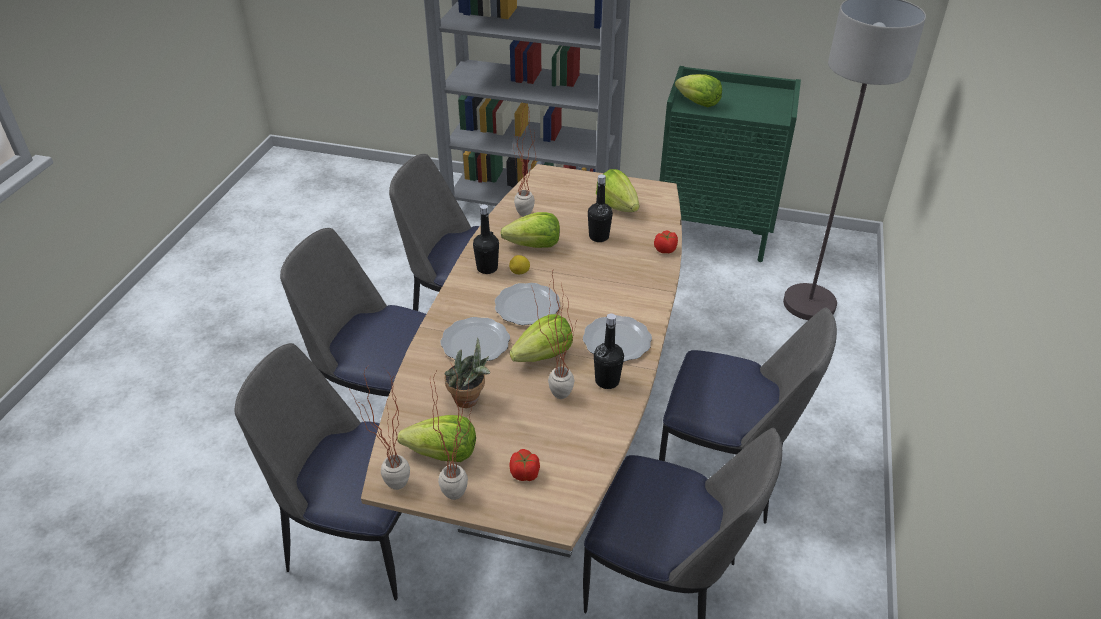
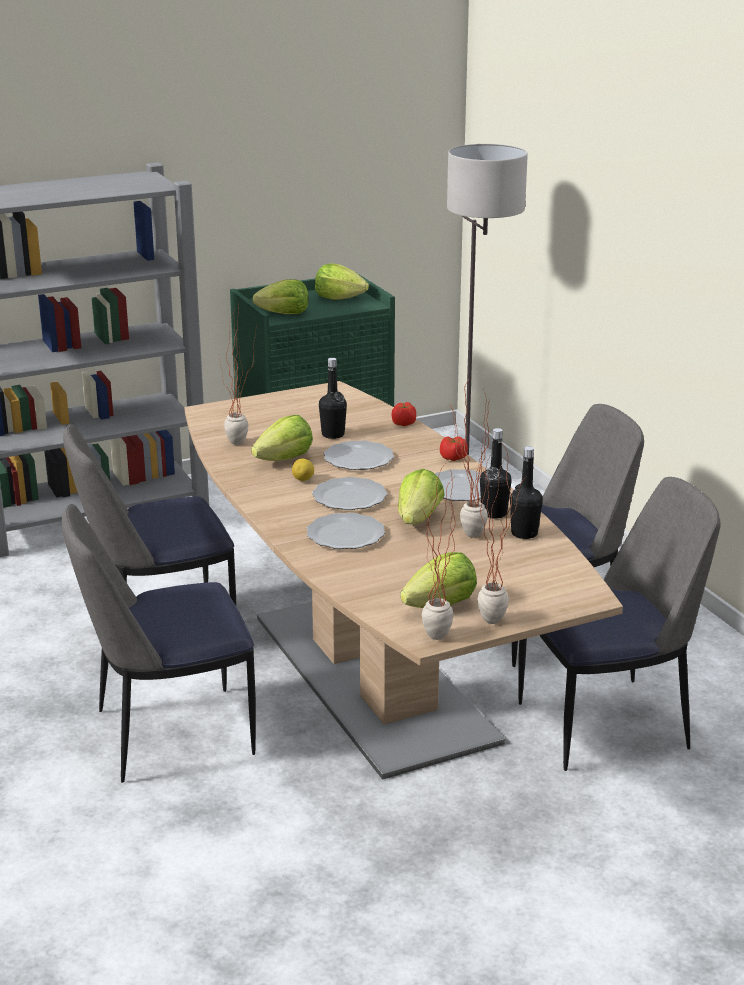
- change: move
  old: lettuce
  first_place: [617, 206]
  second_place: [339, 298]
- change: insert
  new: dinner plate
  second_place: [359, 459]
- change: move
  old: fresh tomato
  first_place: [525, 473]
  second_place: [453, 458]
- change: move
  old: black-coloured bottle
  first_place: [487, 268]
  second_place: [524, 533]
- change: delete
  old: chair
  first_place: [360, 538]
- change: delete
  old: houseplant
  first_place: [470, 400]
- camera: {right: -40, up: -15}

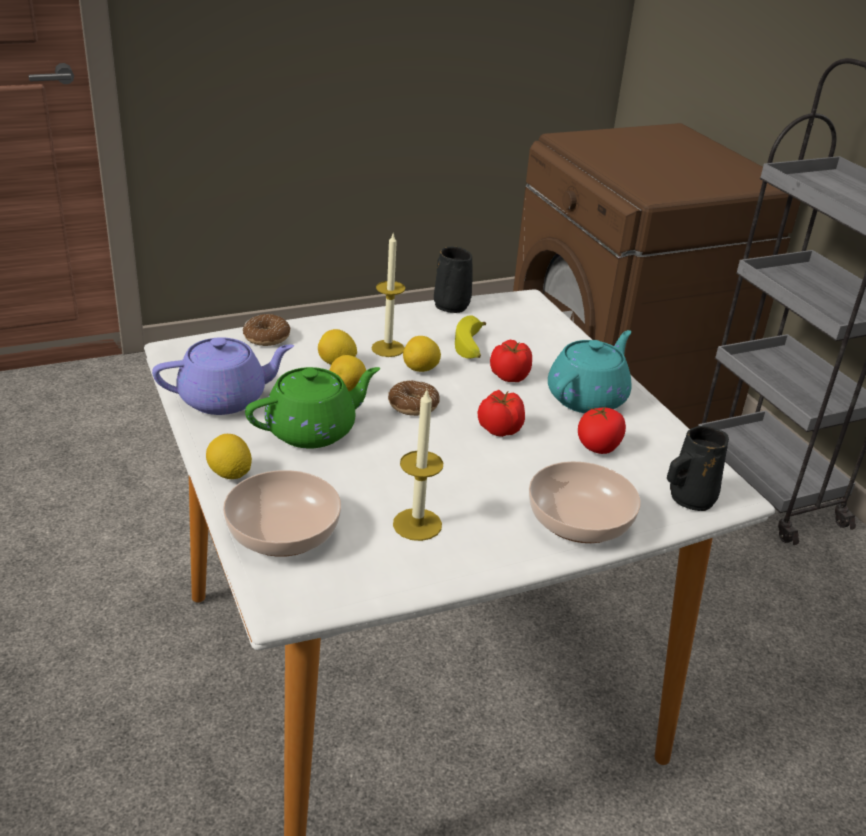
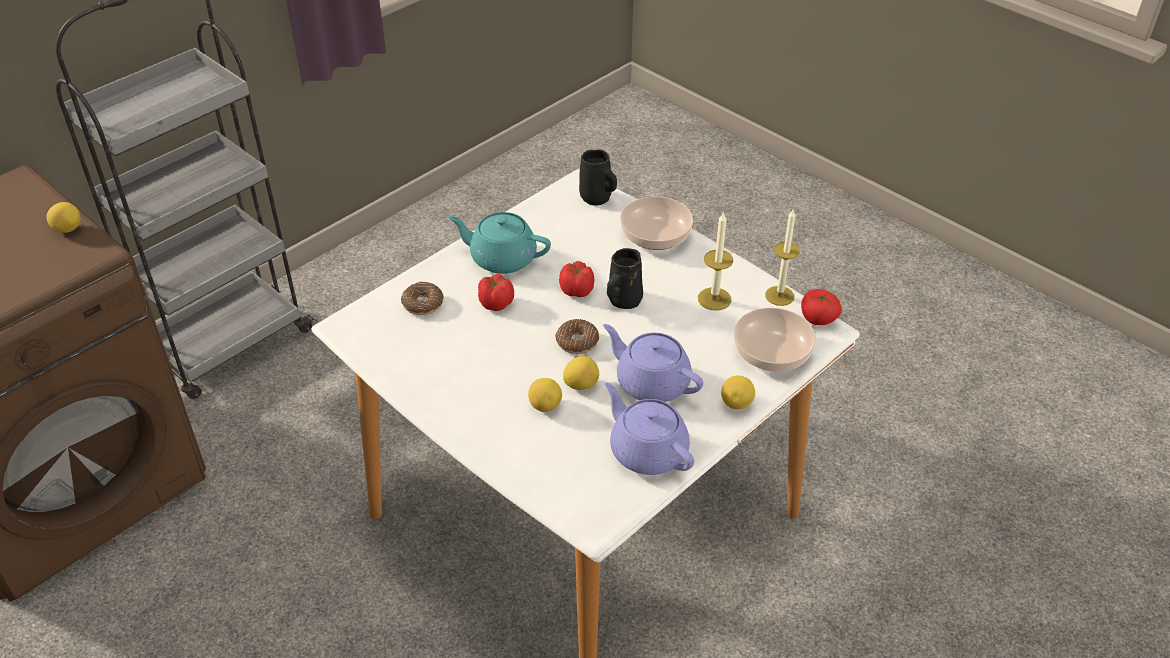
- change: move
  old: lemon
  first_place: [421, 369]
  second_place: [68, 229]
- change: move
  old: donut
  first_place: [266, 337]
  second_place: [422, 304]
- change: recolor
  old: green-coloured tea pot
  new: purple-coloured tea pot
  first_place: [313, 430]
  second_place: [651, 382]
- change: move
  old: black-coloured coffee mug
  first_place: [450, 304]
  second_place: [623, 300]
- change: move
  old: wax light
  first_place: [388, 348]
  second_place: [779, 296]
- change: move
  old: fresh tomato
  first_place: [598, 447]
  second_place: [817, 319]
- change: delete
  old: banana fruit
  first_place: [472, 347]
- camera: {right: -110, up: 10}

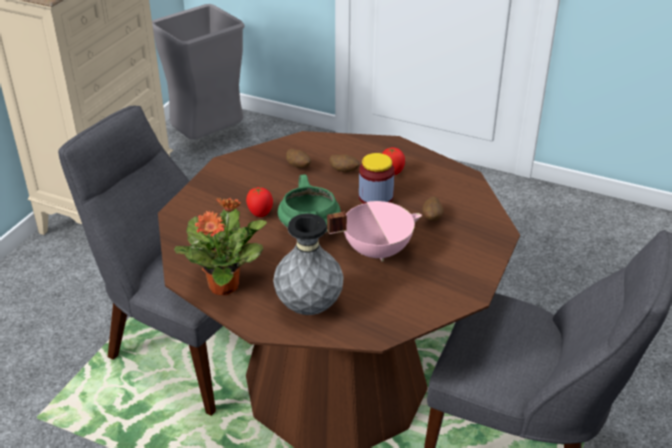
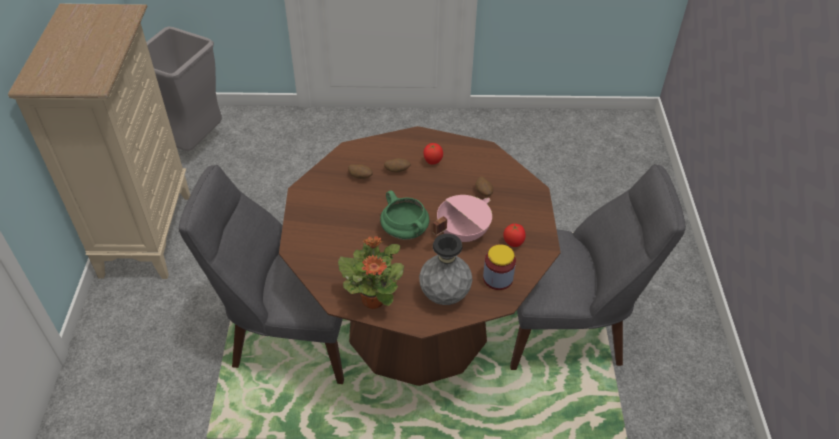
- change: move
  old: preserve jar
  first_place: [375, 197]
  second_place: [498, 278]
- change: move
  old: fresh tomato
  first_place: [260, 214]
  second_place: [513, 243]
- camera: {right: -25, up: 10}

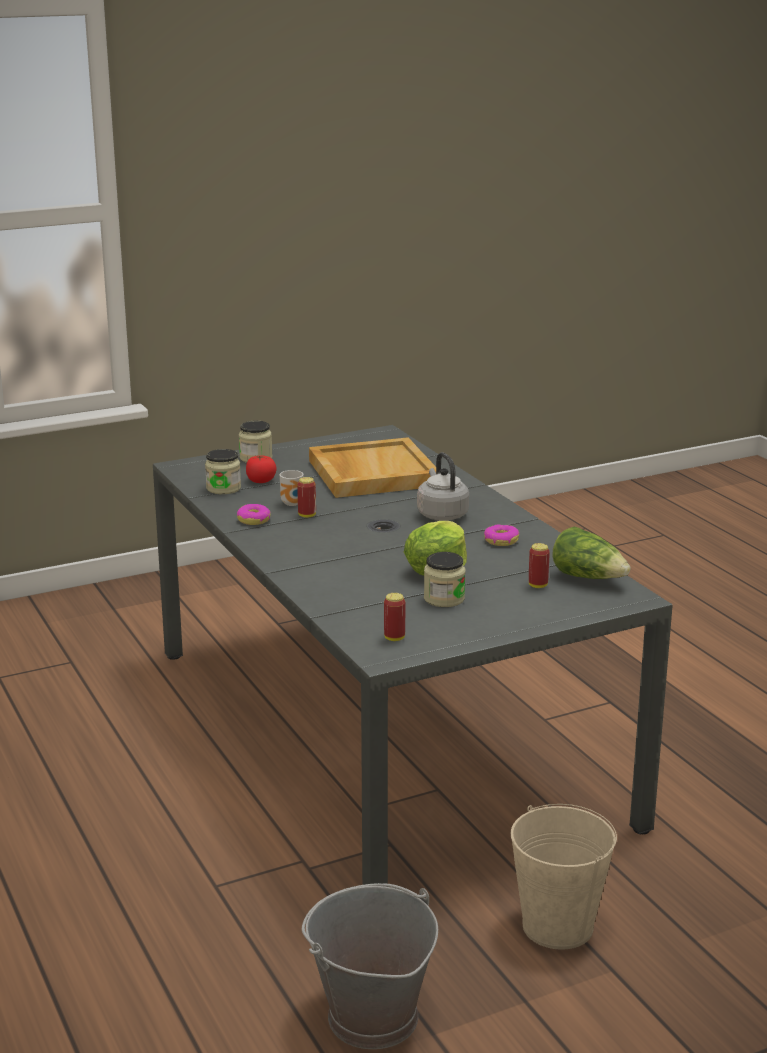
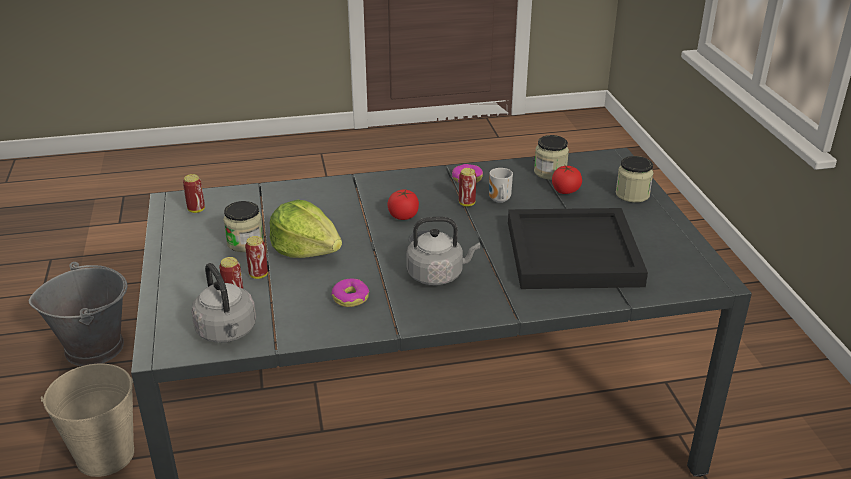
- change: replace
  old: lettuce
  new: grey tea kettle
  first_place: [589, 578]
  second_place: [227, 332]
- change: insert
  new: metal can
  second_place: [258, 275]
- change: insert
  new: fresh tomato
  second_place: [403, 216]
- change: recolor
  old: sand-coloured serving tray
  new: black-coloured serving tray
  first_place: [372, 473]
  second_place: [574, 252]
- camera: {right: 105, up: 10}

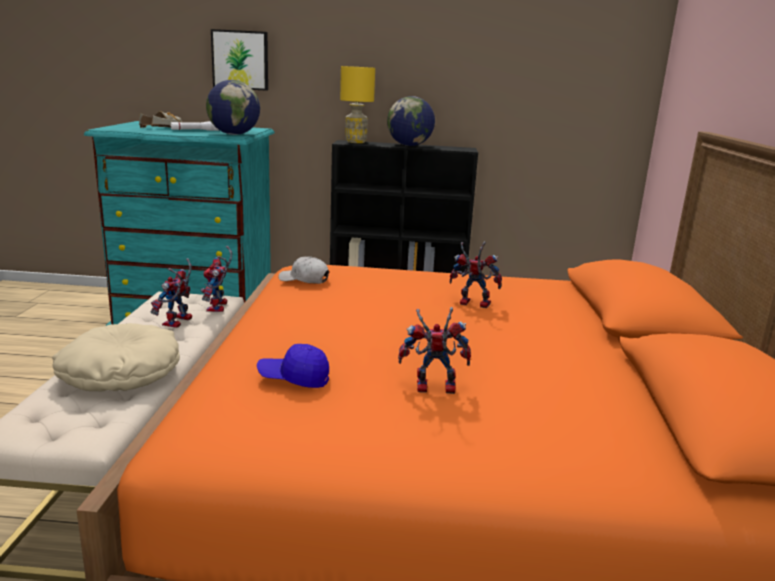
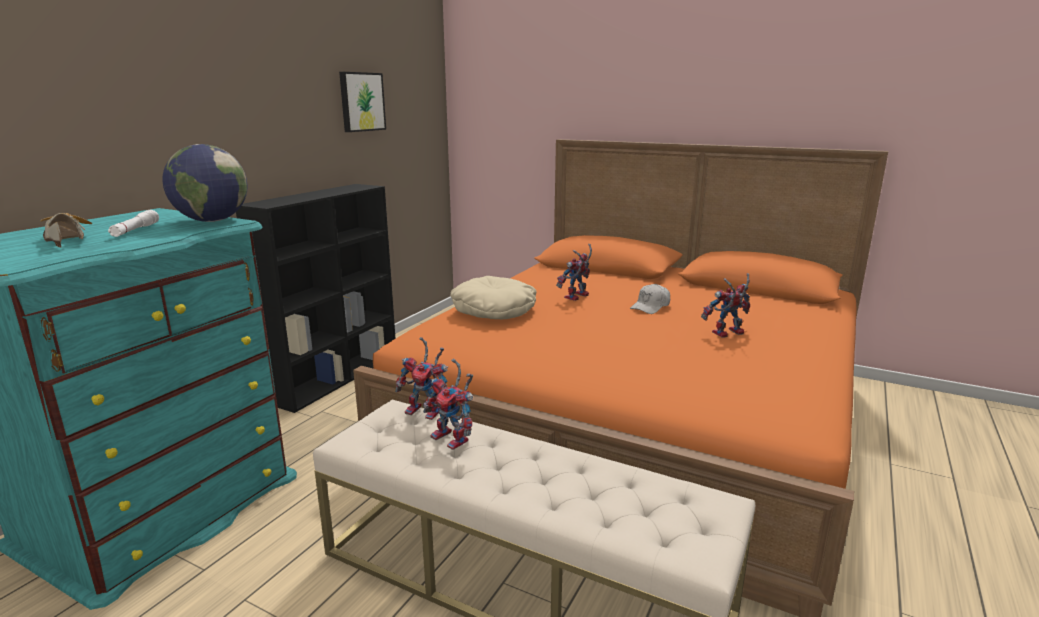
- change: move
  old: picture
  first_place: [240, 60]
  second_place: [361, 102]
- change: move
  old: sand-coloured pillow
  first_place: [123, 374]
  second_place: [495, 310]
- change: move
  old: white baseball cap
  first_place: [304, 279]
  second_place: [650, 307]
- change: rotate
  old: robot figure
  first_place: [432, 389]
  second_place: [727, 334]
  degrees: 45
- change: delete
  old: bluish baseball cap
  first_place: [294, 379]
- change: delete
  old: yellow lamp for a table
  first_place: [355, 142]
- change: delete
  old: desk globe
  first_place: [409, 145]
- camera: {right: -65, up: 0}

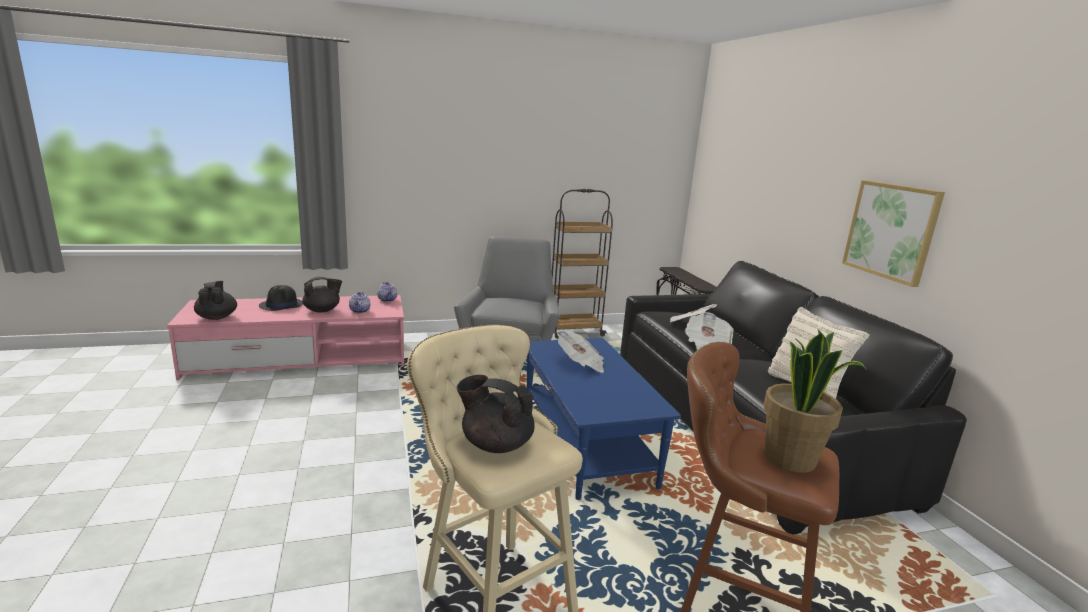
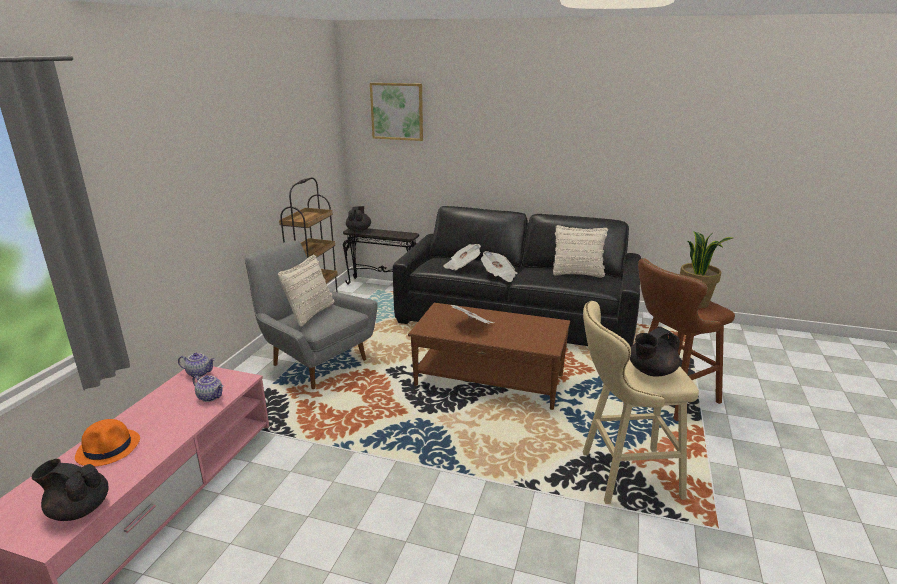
- change: recolor
  old: black-coloured clothing hat
  new: orange clothing hat
  first_place: [281, 305]
  second_place: [109, 448]
- change: insert
  new: sand-coloured pillow
  second_place: [310, 314]
- change: move
  old: black-coloured tea pot
  first_place: [322, 310]
  second_place: [359, 230]
- change: move
  old: picture
  first_place: [891, 231]
  second_place: [397, 111]
- change: recolor
  old: bluish lounge table
  new: brown lounge table
  first_place: [586, 443]
  second_place: [490, 381]
- camera: {right: -55, up: 5}

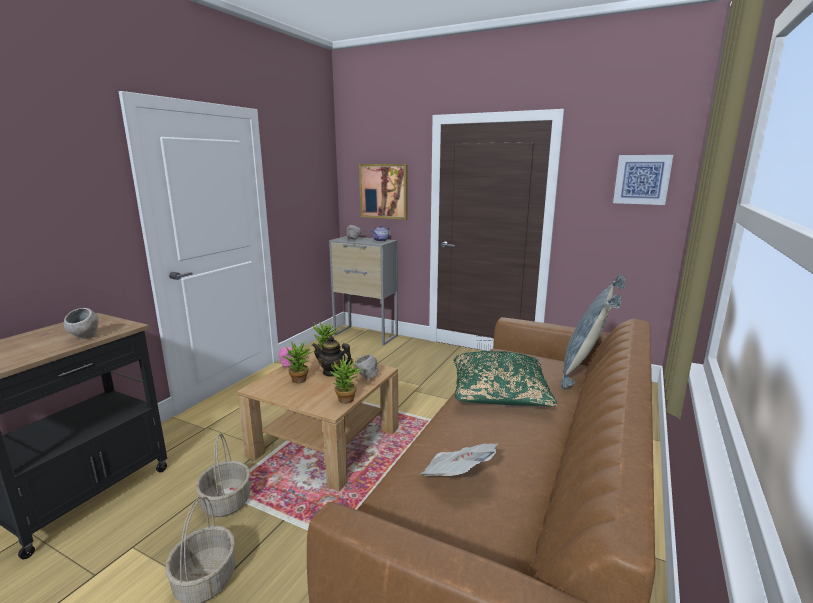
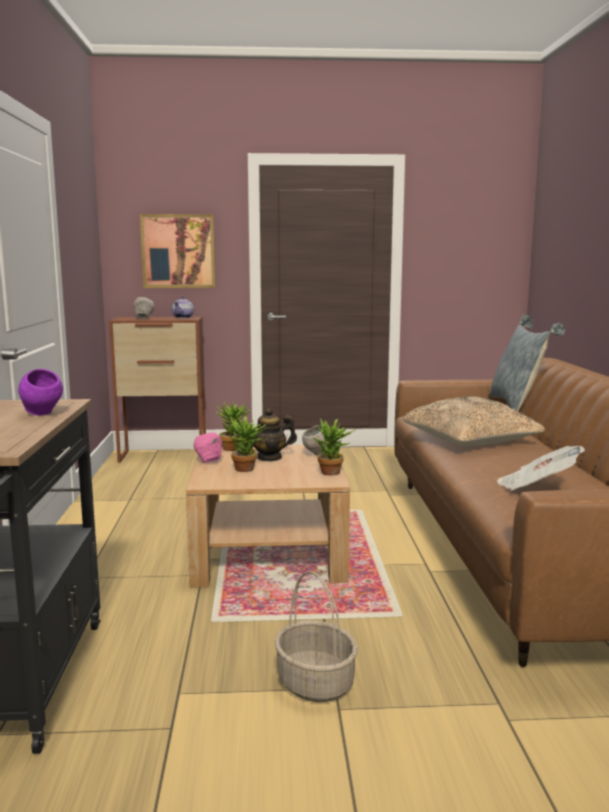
- change: recolor
  old: grey bowl
  new: purple-coloured bowl
  first_place: [85, 338]
  second_place: [42, 415]
- change: recolor
  old: grey cabinet
  new: brown cabinet
  first_place: [366, 336]
  second_place: [164, 456]
- change: recolor
  old: green-coloured pillow
  new: sand-coloured pillow
  first_place: [499, 392]
  second_place: [470, 439]
- change: delete
  old: storage basket
  first_place: [227, 502]
- change: delete
  old: picture
  first_place: [642, 179]
- camera: {right: -30, up: -5}

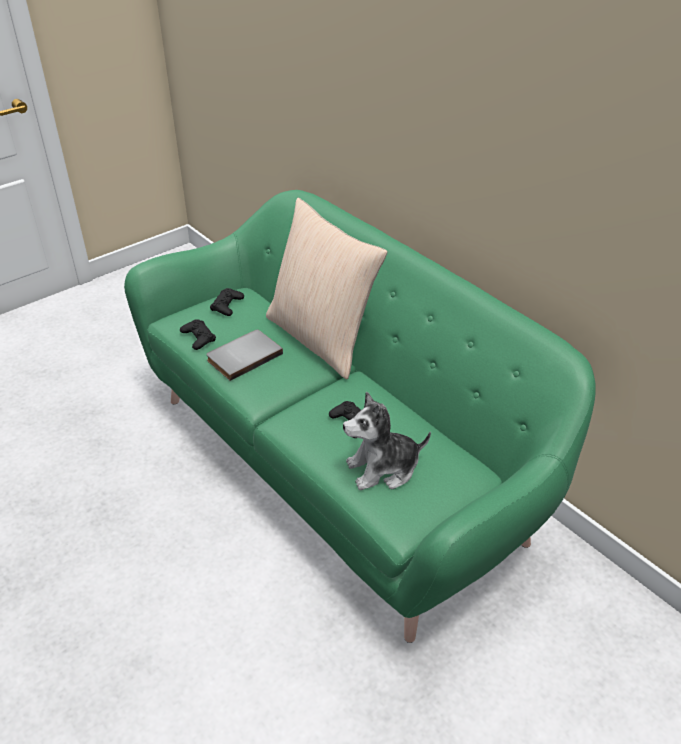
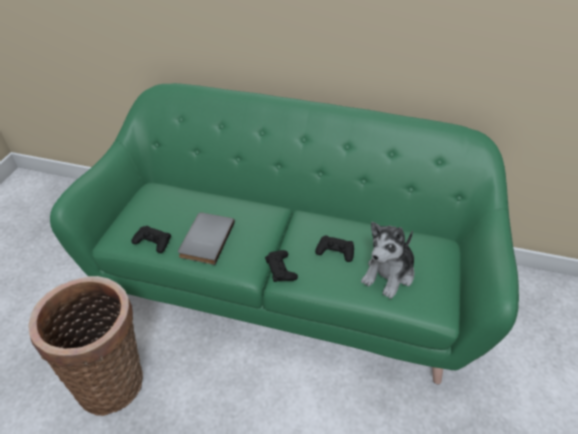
- change: insert
  new: storage basket
  second_place: [112, 379]
- change: move
  old: black-coloured joypad
  first_place: [227, 305]
  second_place: [281, 269]
- change: delete
  old: sand-coloured pillow
  first_place: [322, 338]
- camera: {right: -35, up: 5}

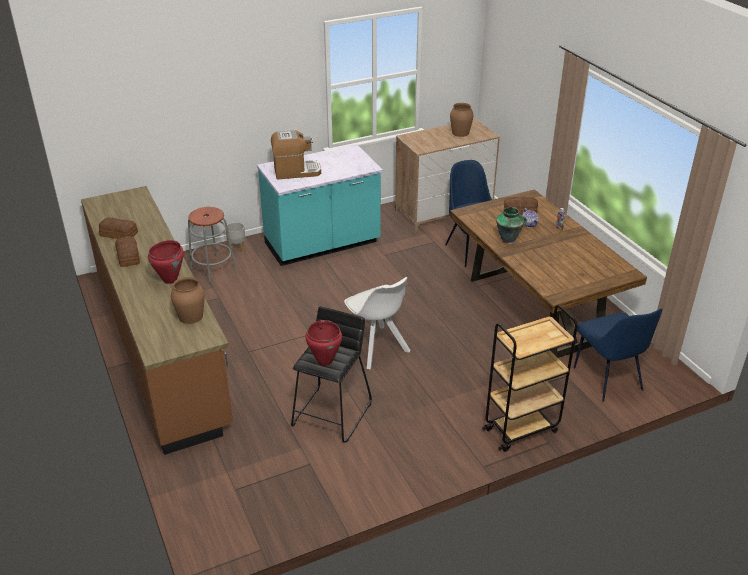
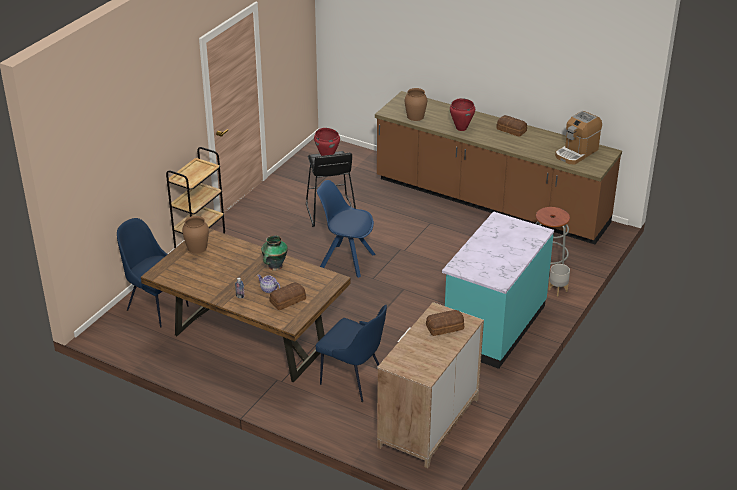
- change: move
  old: brown flower vase
  first_place: [460, 133]
  second_place: [197, 247]
- change: recolor
  old: white chair
  new: bluish chair
  first_place: [376, 348]
  second_place: [346, 260]
- change: move
  old: bakery bread
  first_place: [119, 234]
  second_place: [445, 327]
- change: move
  old: coffee maker
  first_place: [296, 171]
  second_place: [576, 153]
- camera: {right: 145, up: 0}

